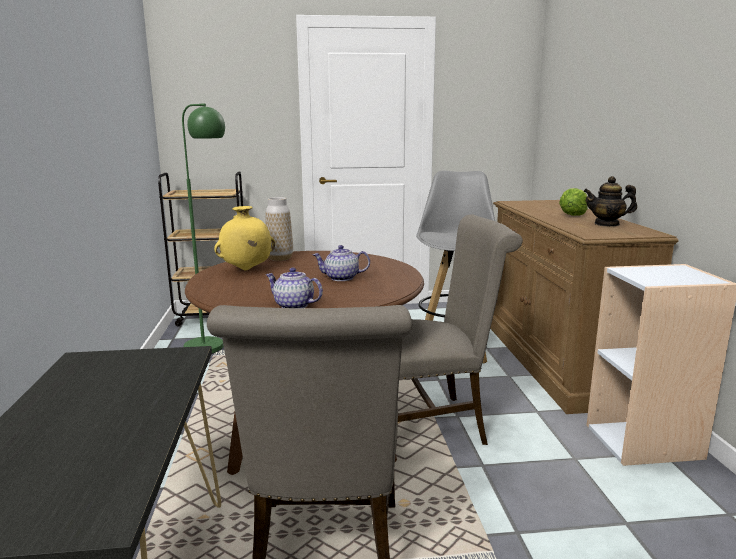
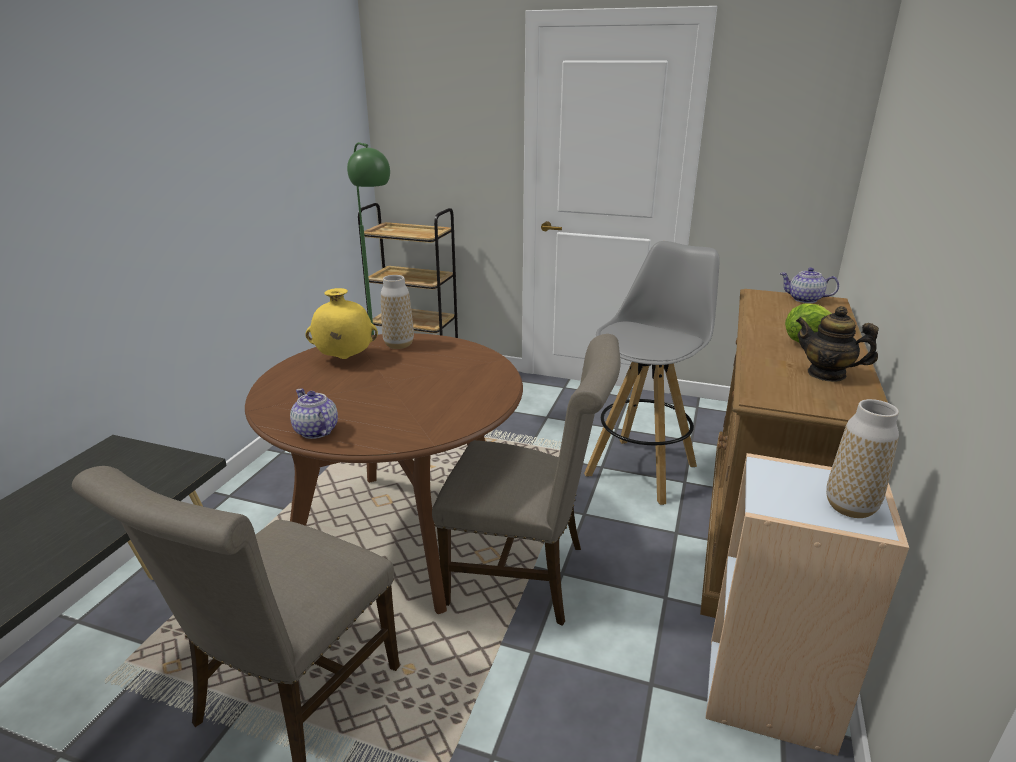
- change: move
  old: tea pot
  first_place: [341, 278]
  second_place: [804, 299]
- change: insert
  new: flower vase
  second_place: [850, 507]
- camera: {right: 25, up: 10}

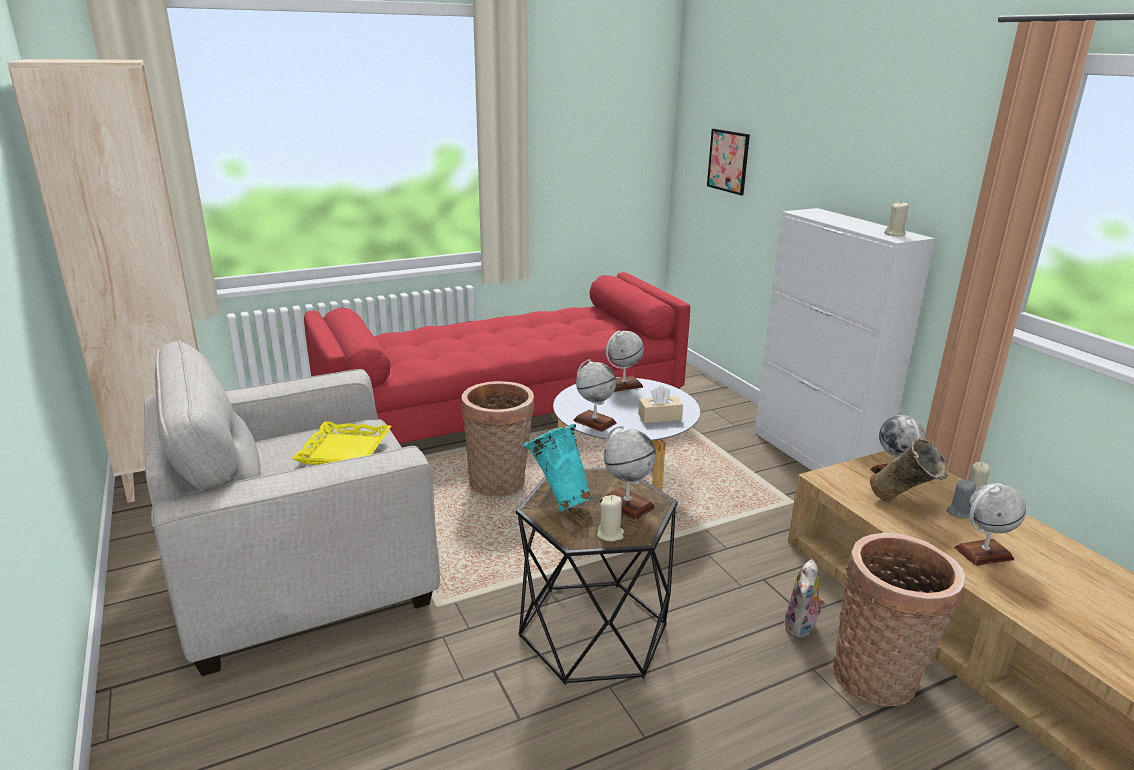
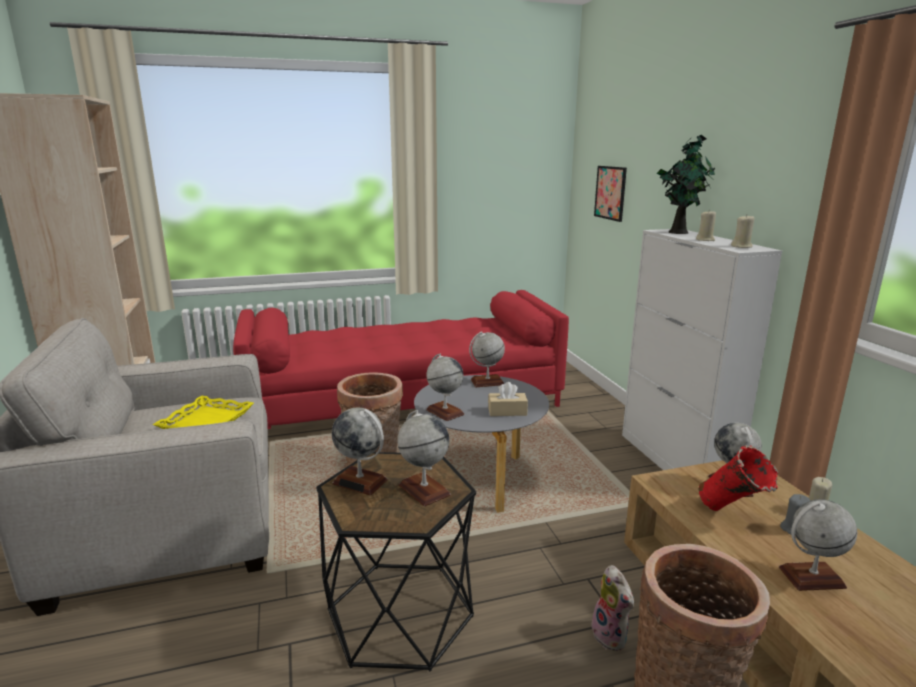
- change: replace
  old: blue-green flower vase
  new: desk globe
  first_place: [558, 501]
  second_place: [360, 481]
- change: rotate
  old: cuddly toy
  first_place: [801, 628]
  second_place: [612, 636]
  degrees: -60
- change: insert
  new: houseplant
  second_place: [679, 232]
- change: move
  old: sand-coloured wax light
  first_place: [610, 534]
  second_place: [705, 240]
- change: recolor
  old: sand-coloured flower vase
  new: reddish flower vase
  first_place: [903, 505]
  second_place: [733, 515]
- camera: {right: 10, up: -5}

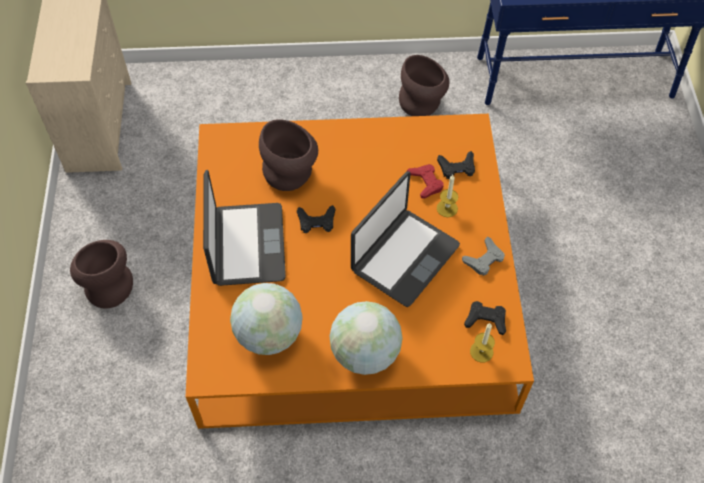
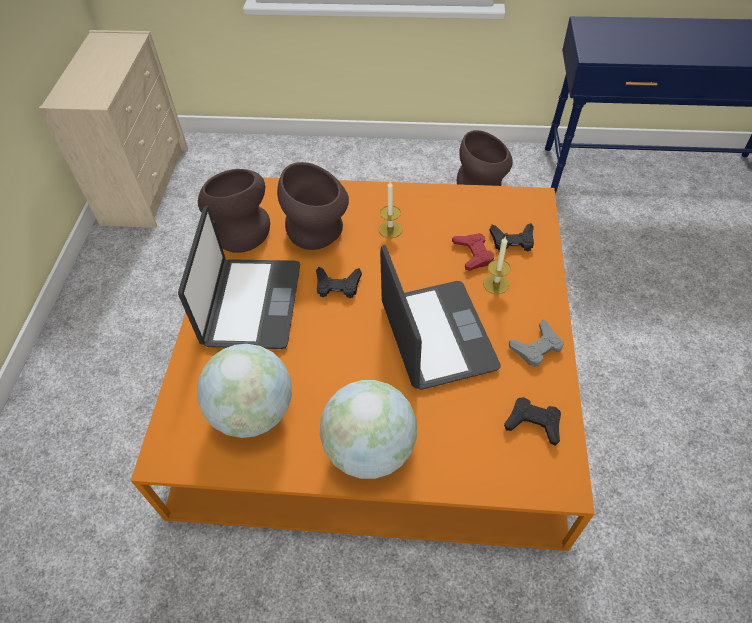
- change: move
  old: brown flower vase
  first_place: [107, 285]
  second_place: [241, 230]
- change: move
  old: wax light
  first_place: [481, 351]
  second_place: [390, 229]
- change: rotate
  old: laptop
  first_place: [404, 257]
  second_place: [436, 335]
  degrees: -60
- camera: {right: 10, up: -5}

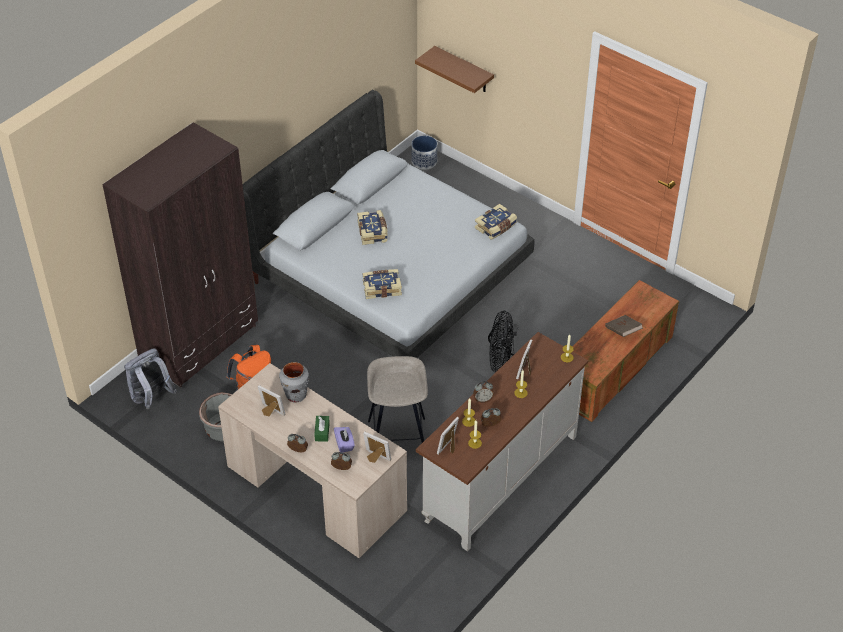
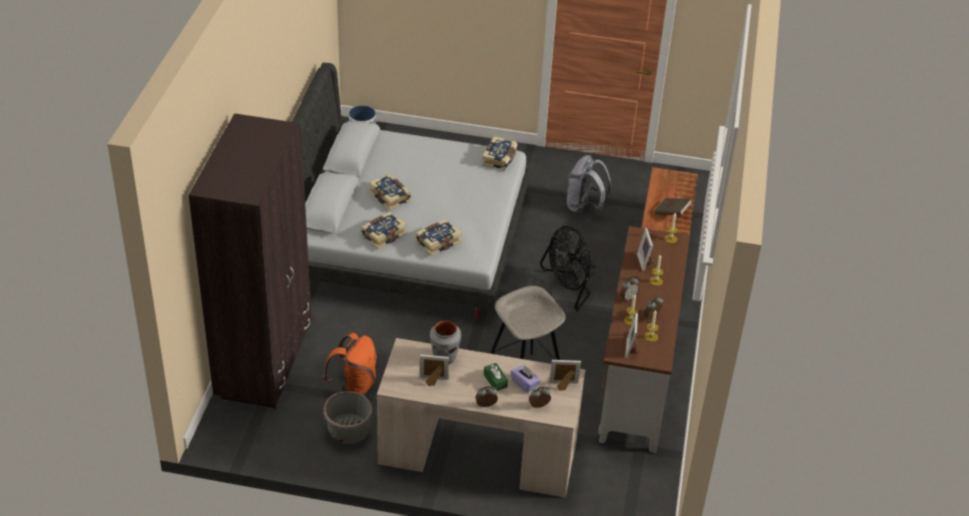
- change: insert
  new: bound book
  second_place: [383, 235]
- change: move
  old: grey knapsack
  first_place: [151, 398]
  second_place: [584, 207]
- change: delete
  old: brown bracket shelf
  first_place: [463, 70]
- camera: {right: -30, up: -5}

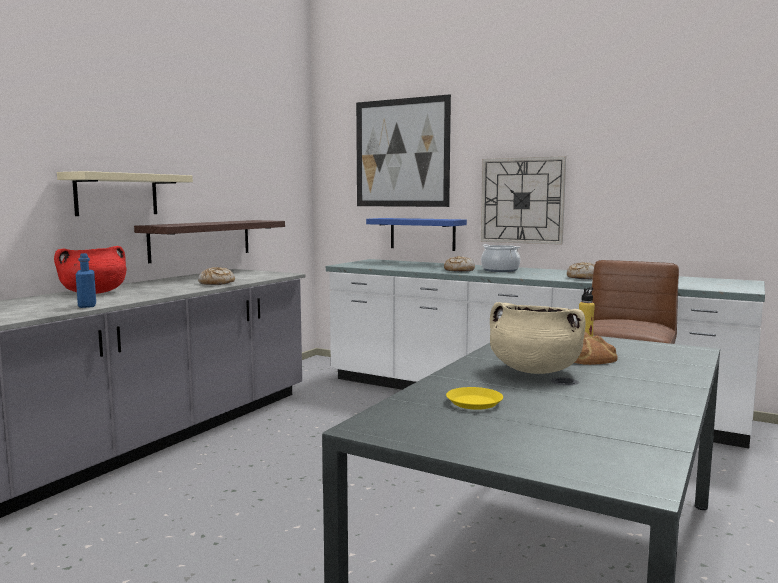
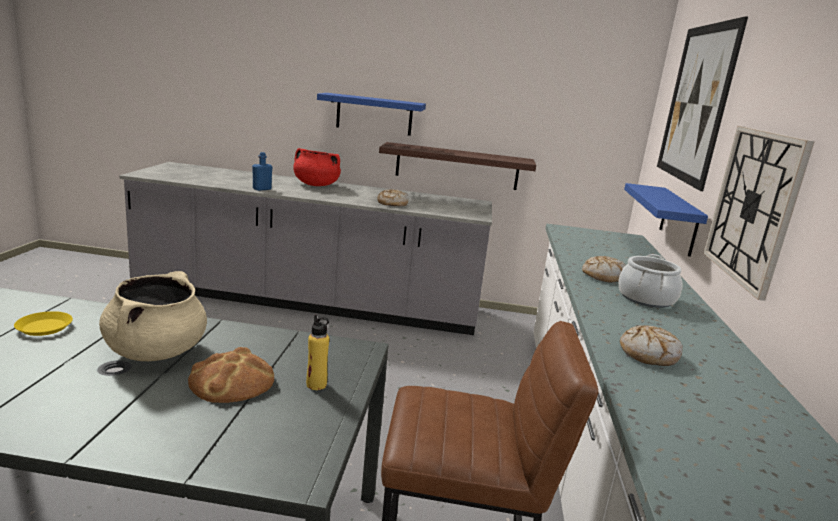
- change: recolor
  old: sand-coloured bracket shelf
  new: bluish bracket shelf
  first_place: [117, 194]
  second_place: [374, 114]
- camera: {right: 65, up: 10}

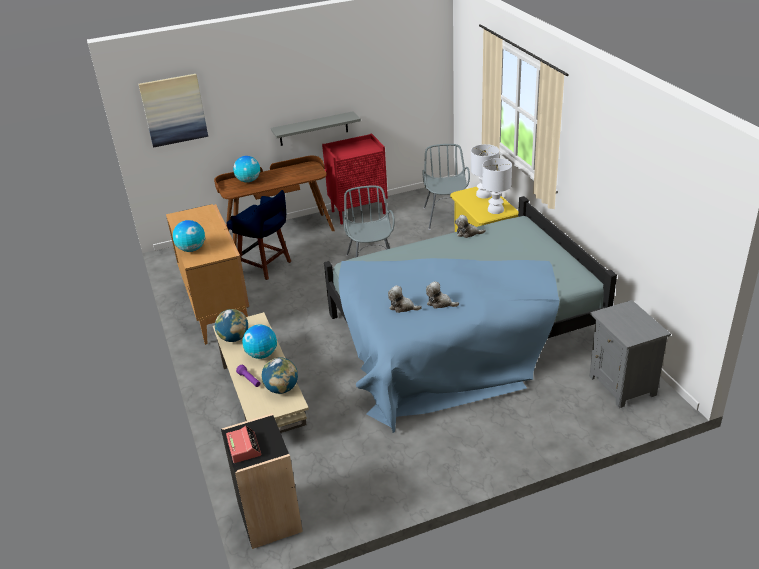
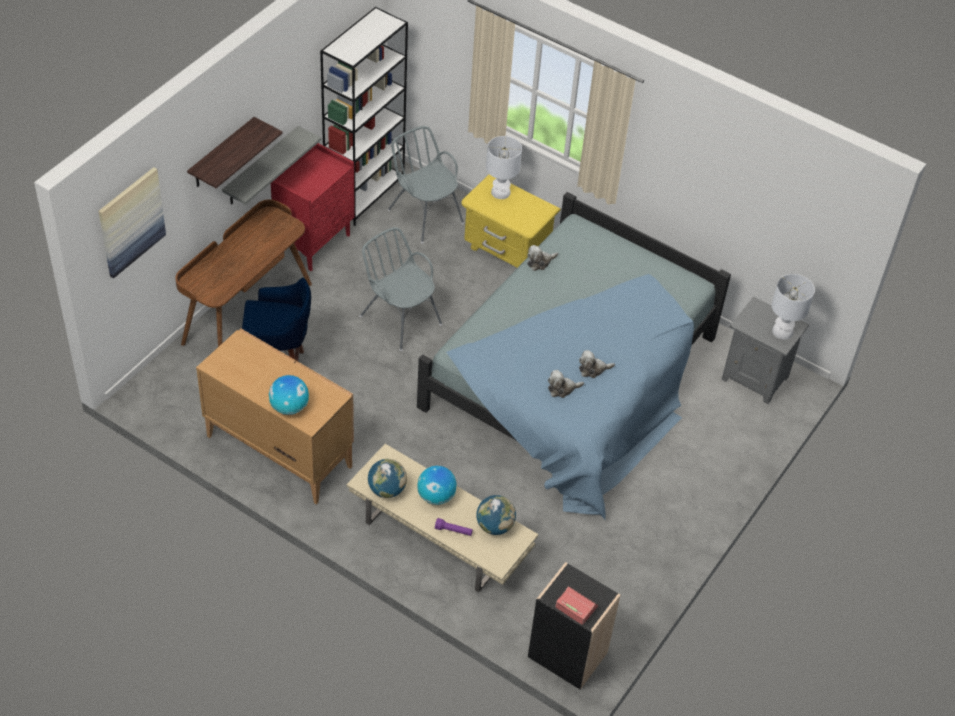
- change: insert
  new: bracket shelf
  second_place: [222, 154]
- change: insert
  new: white shelving unit
  second_place: [364, 194]
- change: move
  old: white lamp for a table
  first_place: [496, 210]
  second_place: [782, 331]
- change: delete
  old: desk globe
  first_place: [248, 181]
- camera: {right: -40, up: 15}

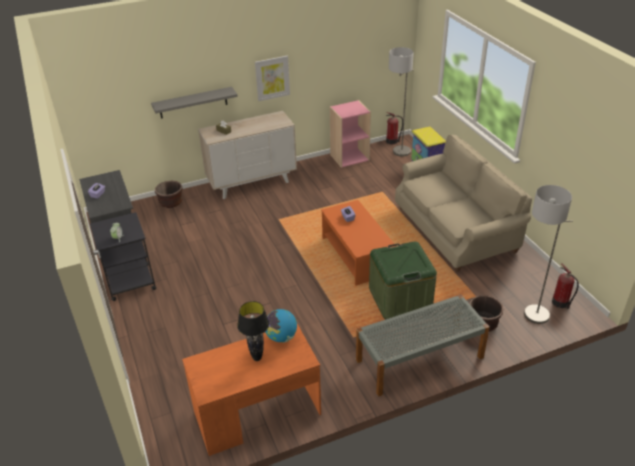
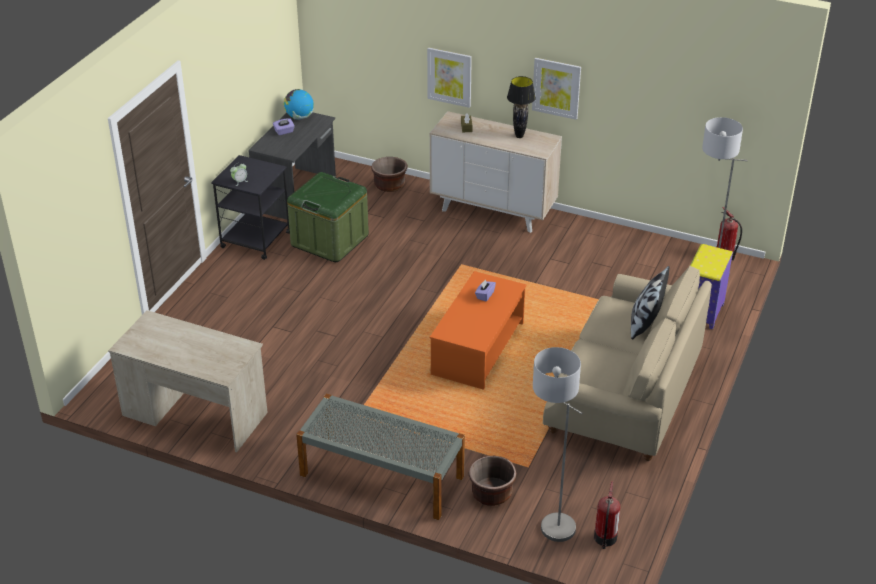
- change: recolor
  old: orange desk
  new: sand-coloured desk
  first_place: [257, 414]
  second_place: [195, 414]
- change: move
  old: desk globe
  first_place: [281, 337]
  second_place: [299, 117]
- change: move
  old: green-coloured storage container
  first_place: [400, 298]
  second_place: [330, 240]
- change: replace
  old: grey bracket shelf
  new: picture
  first_place: [193, 102]
  second_place: [449, 77]
- change: move
  old: black-coloured lamp for a table
  first_place: [257, 358]
  second_place: [519, 136]
- change: insert
  new: pillow
  second_place: [645, 323]
- change: delete
  old: pink-coloured shelving unit
  first_place: [350, 157]
- camera: {right: 45, up: 0}

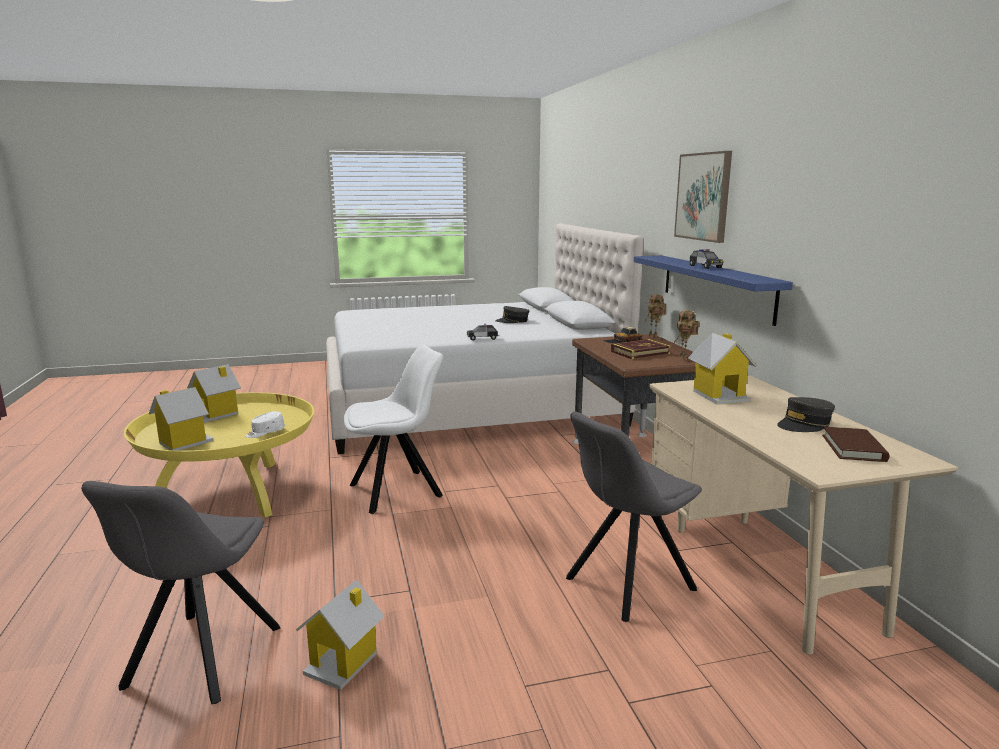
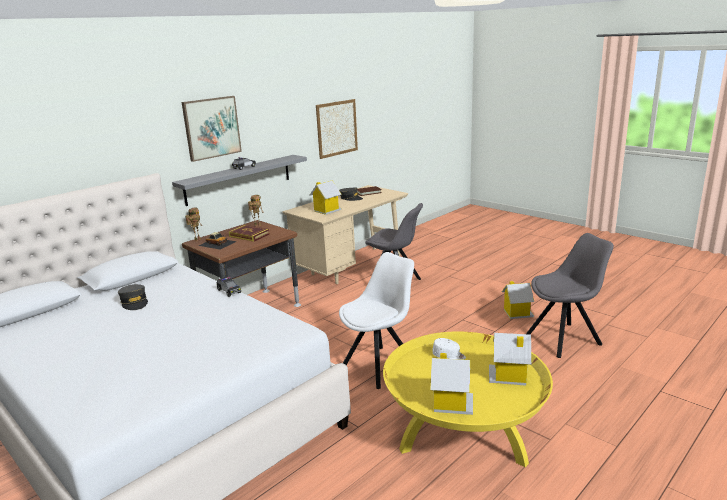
- change: recolor
  old: bluish bracket shelf
  new: grey bracket shelf
  first_place: [715, 286]
  second_place: [239, 179]
- change: insert
  new: picture
  second_place: [336, 127]
- change: rotate
  old: white chair
  first_place: [396, 491]
  second_place: [379, 366]
  degrees: 105
- camera: {right: -120, up: 5}

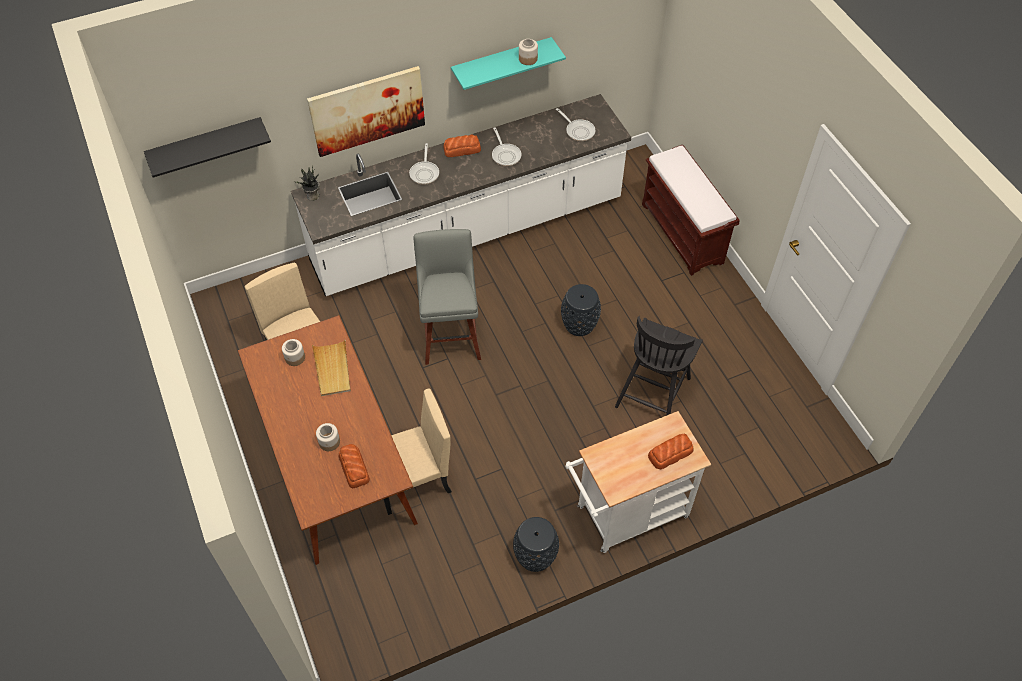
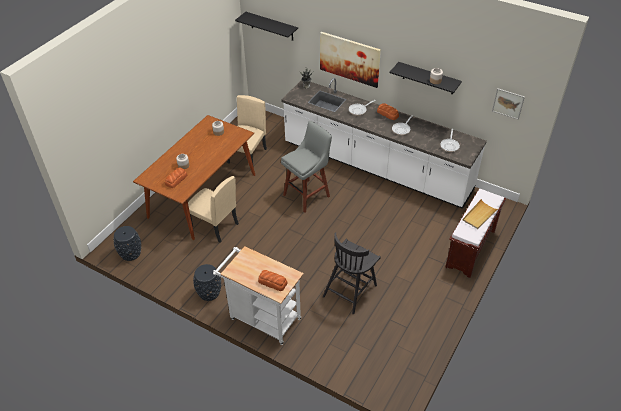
- change: move
  old: black-coloured sitting stool
  first_place: [579, 324]
  second_place: [130, 253]
- change: rotate
  old: black-coloured chair
  first_place: [653, 390]
  second_place: [350, 290]
  degrees: -45
- change: recolor
  old: blue-green bracket shelf
  new: black-coloured bracket shelf
  first_place: [501, 63]
  second_place: [428, 78]
- change: move
  old: sand-coloured serving tray
  first_place: [332, 369]
  second_place: [479, 215]
- change: insert
  new: picture
  second_place: [508, 103]
- camera: {right: 55, up: -10}

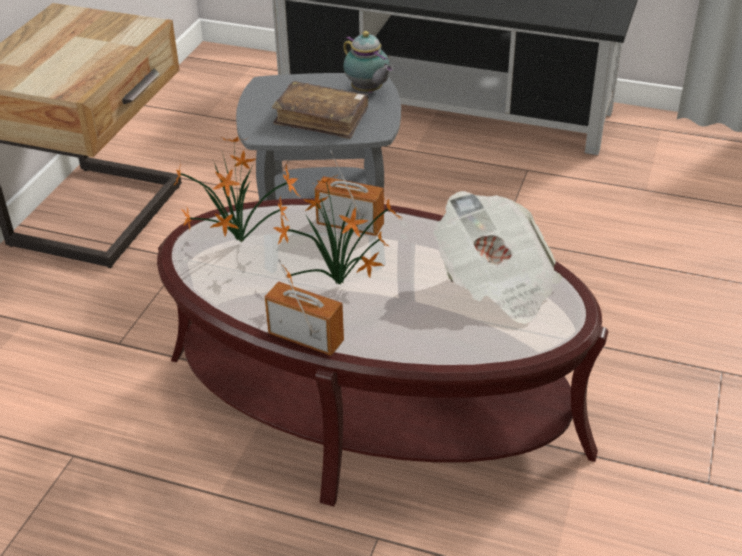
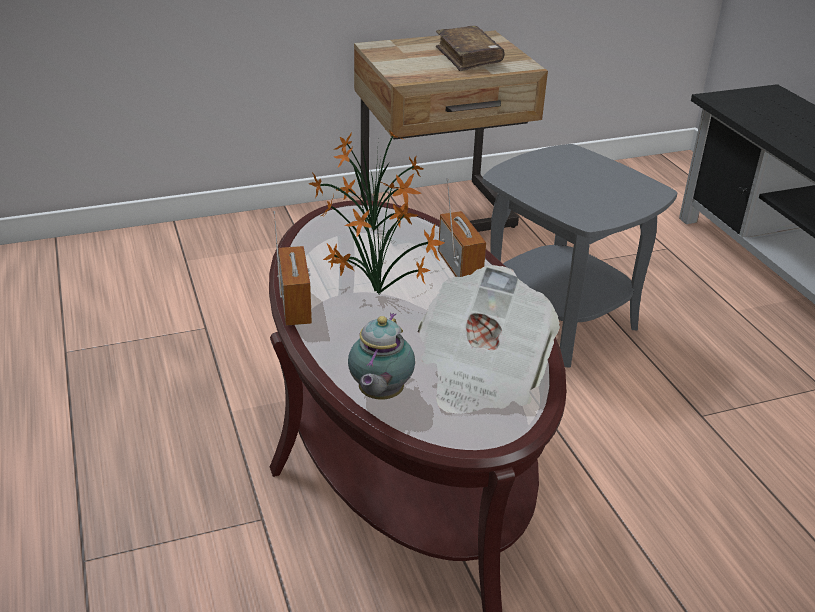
- change: move
  old: tea pot
  first_place: [368, 91]
  second_place: [379, 395]
- change: move
  old: brown bound book
  first_place: [321, 119]
  second_place: [468, 57]
- camera: {right: 50, up: -5}

